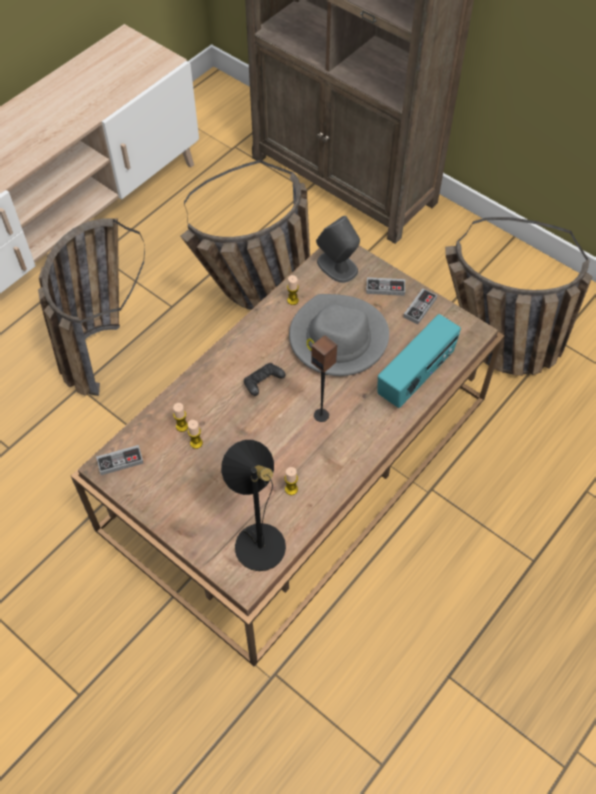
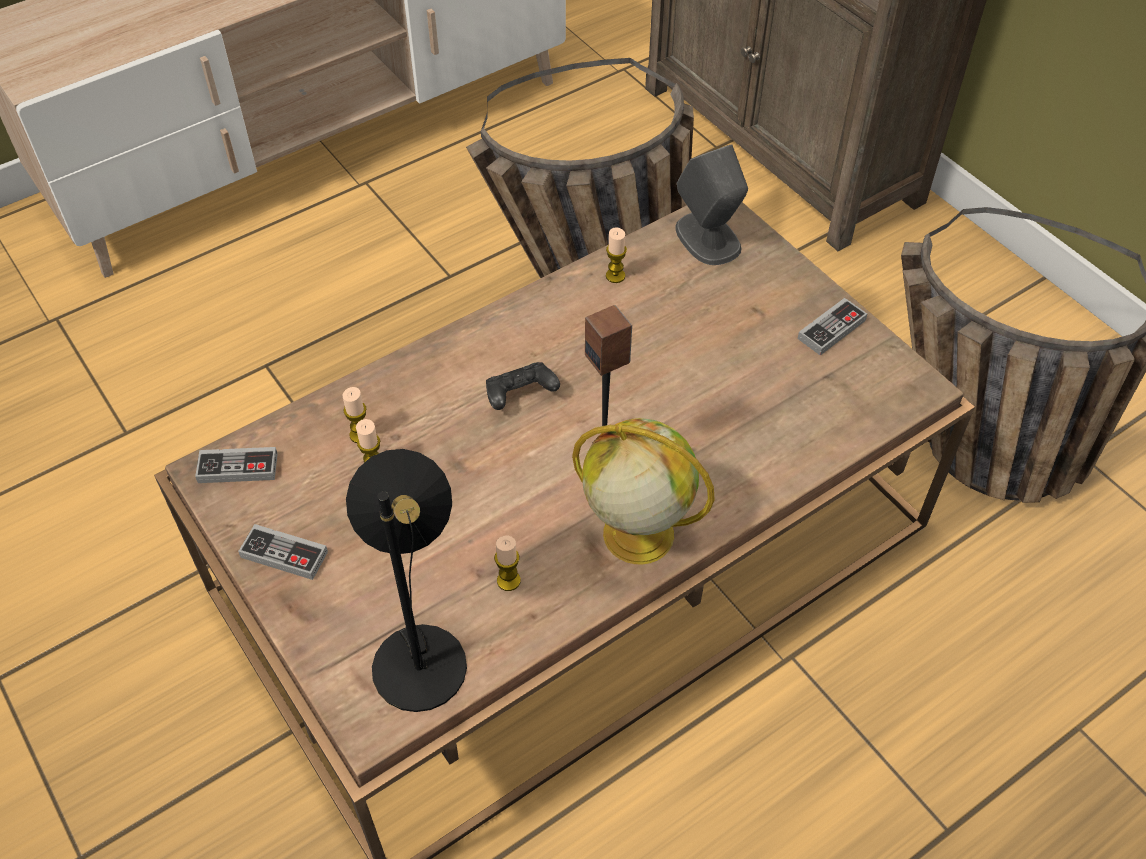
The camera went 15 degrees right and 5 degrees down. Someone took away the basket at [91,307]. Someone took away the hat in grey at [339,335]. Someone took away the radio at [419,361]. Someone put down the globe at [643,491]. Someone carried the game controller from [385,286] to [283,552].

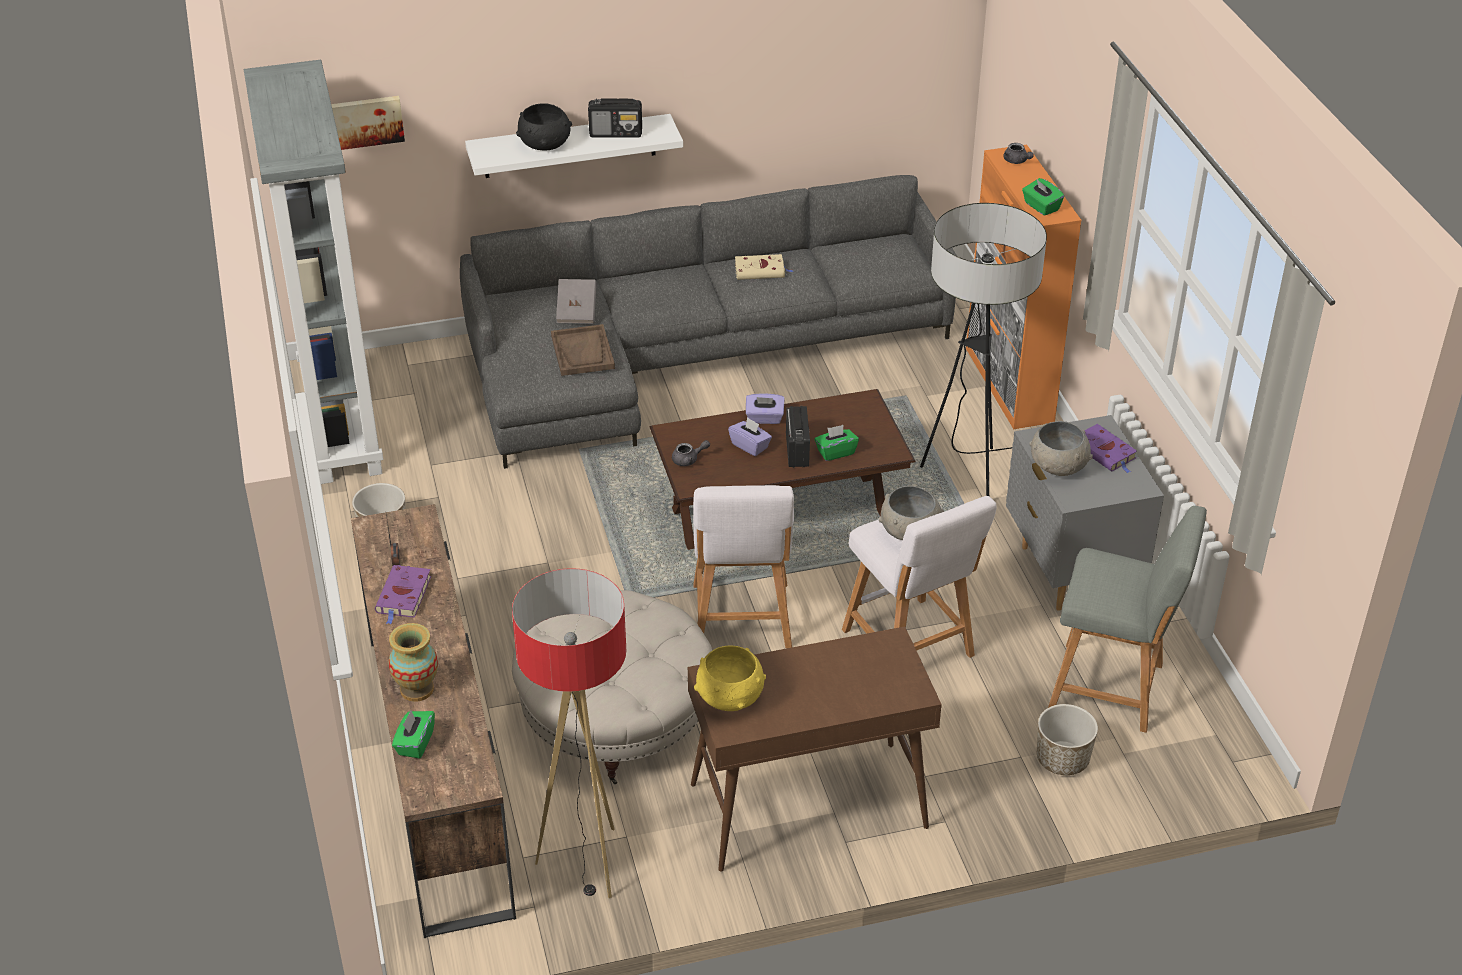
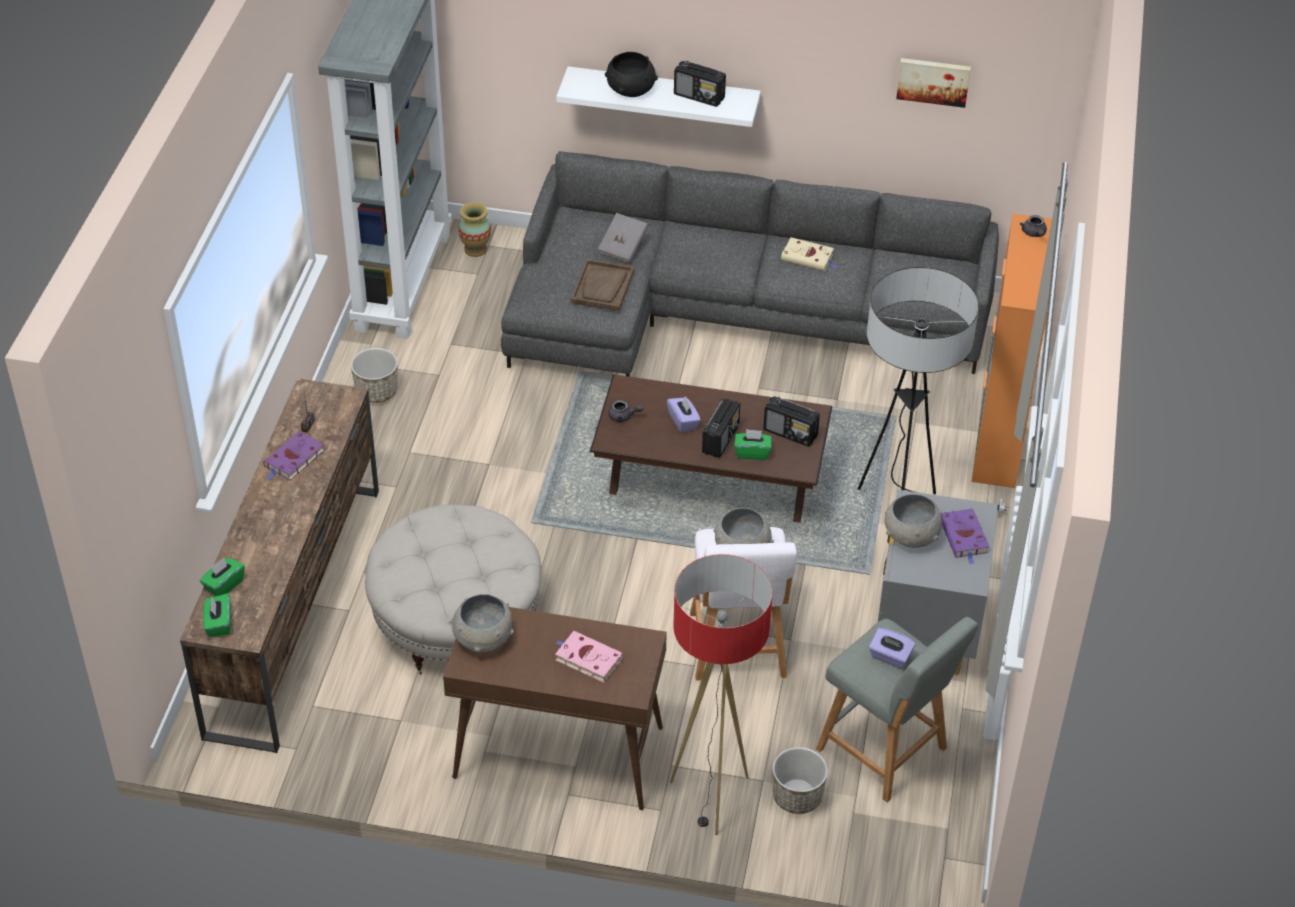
The camera went 25 degrees right and 5 degrees up. Someone took away the stool in white at [743,566]. Someone put down the book in pink at [589,657]. Someone put down the radio at [791,421]. Someone carried the picture from [368,123] to [933,83]. Someone carried the vase from [413,662] to [474,229]. Someone carried the floor lamp from [569,733] to [721,694]. Someone carried the tissue box in purple from [765,408] to [892,648]. Someone carried the tissue box in green from [1043,197] to [217,614]. Someone repainted the bowl in yellow at [730,678], which became the bowl in grey at [482,623].

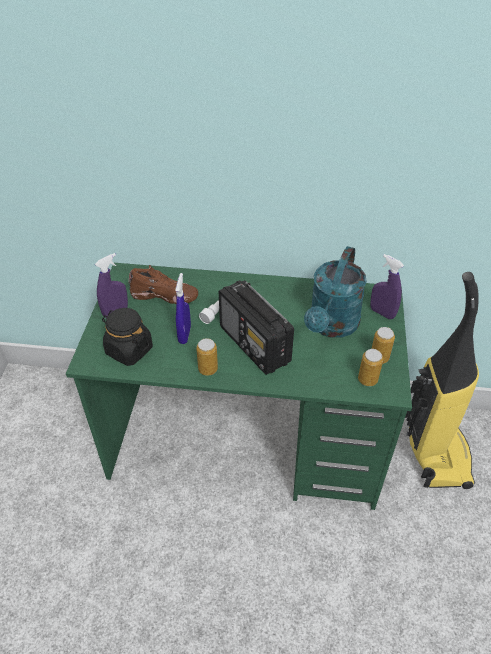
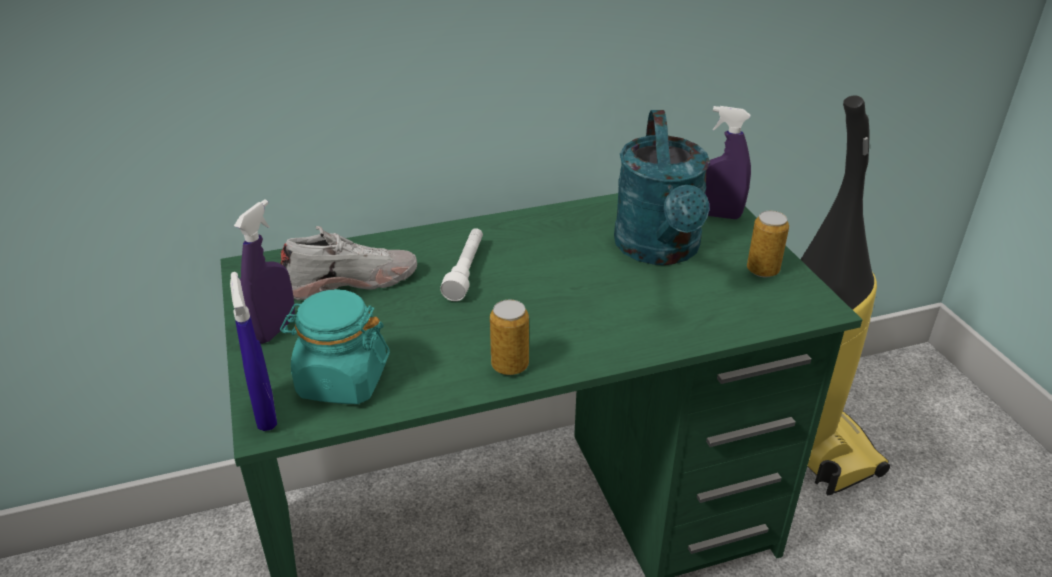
The camera went 25 degrees left and 10 degrees down. Someone took away the radio at [256,327]. Someone took away the can at [370,367]. Someone carried the spray bottle in blue from [183,308] to [253,351]. Someone repainted the jar in black at [127,337], which became the jar in turquoise at [335,346]. Someone repainted the shoe in brown at [163,284], which became the shoe in white at [348,263].

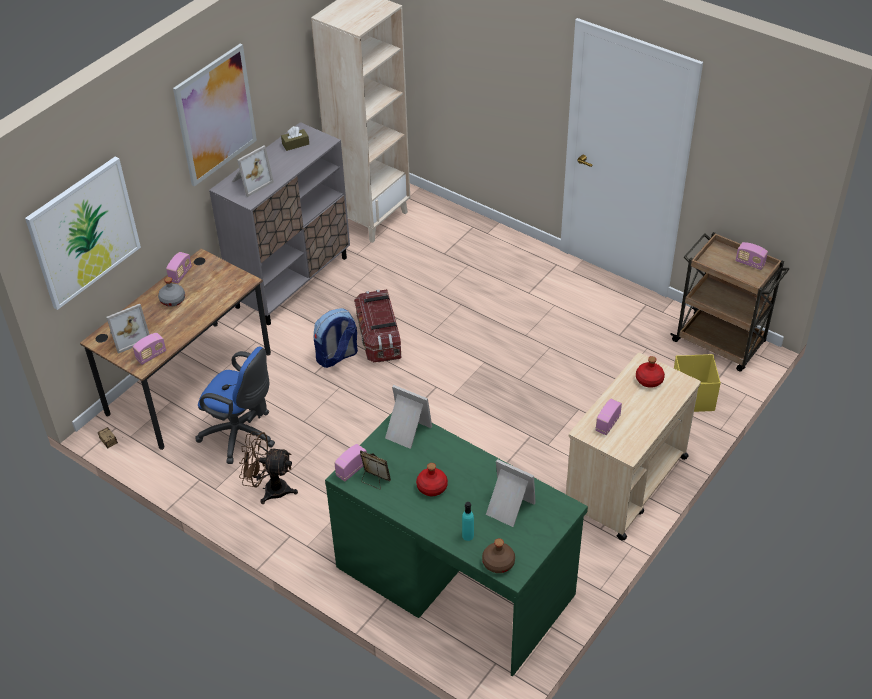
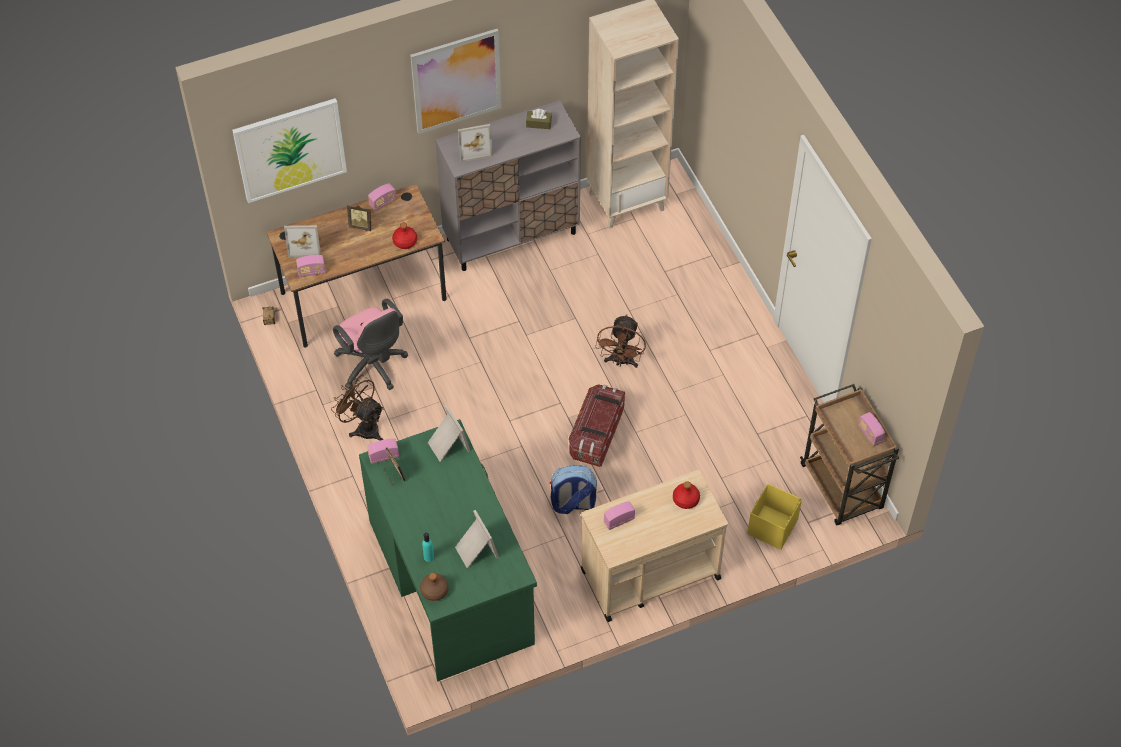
The camera went 30 degrees right and 10 degrees up. Someone put down the fan in brown at [620,341]. Someone carried the backpack from [336,338] to [573,489]. Someone carried the storage box from [377,325] to [597,425]. Someone carried the bottle in red from [432,479] to [404,236]. Someone swapped the bottle in grey at [171,292] for the picture frame at [359,218]. Someone repainted the office chair in blue at [235,405], which became the office chair in pink at [370,344].

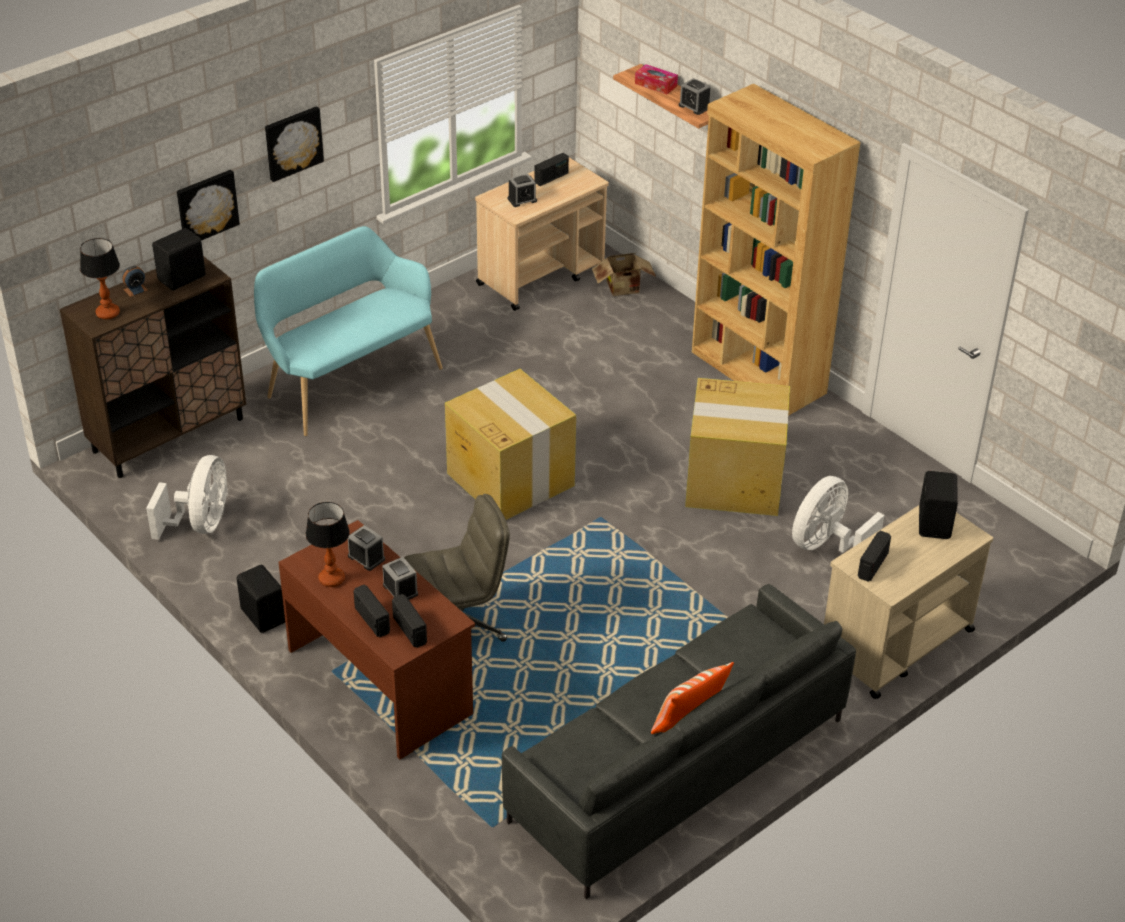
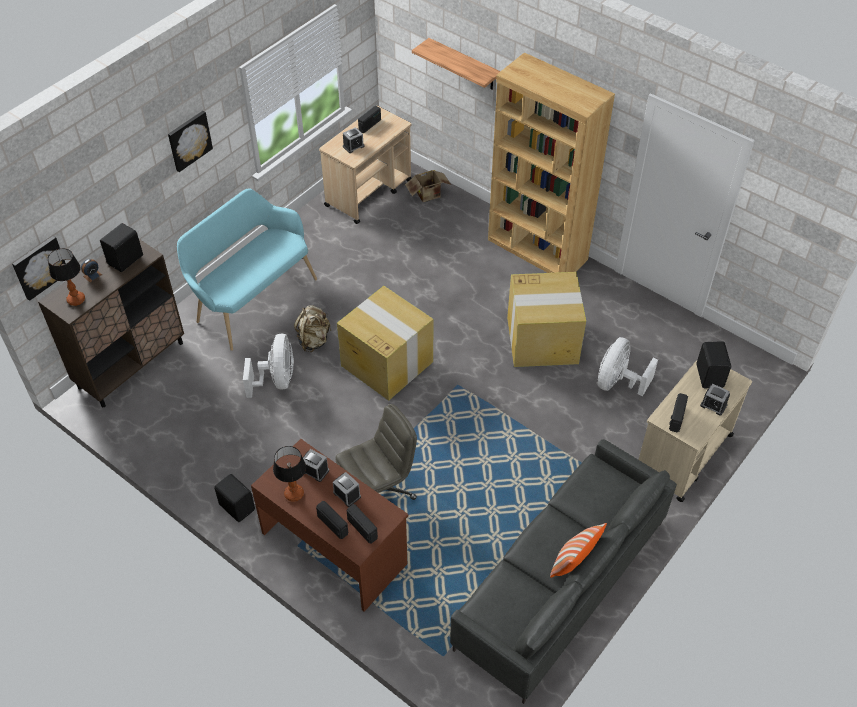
The camera went 10 degrees left and 10 degrees up. Someone took away the tissue box at [656,79]. Someone put down the backpack in beige at [312,328]. Someone carried the fan in white from [187,497] to [268,366]. Someone carried the picture from [208,205] to [39,268]. Someone carried the alarm clock from [695,96] to [715,400].

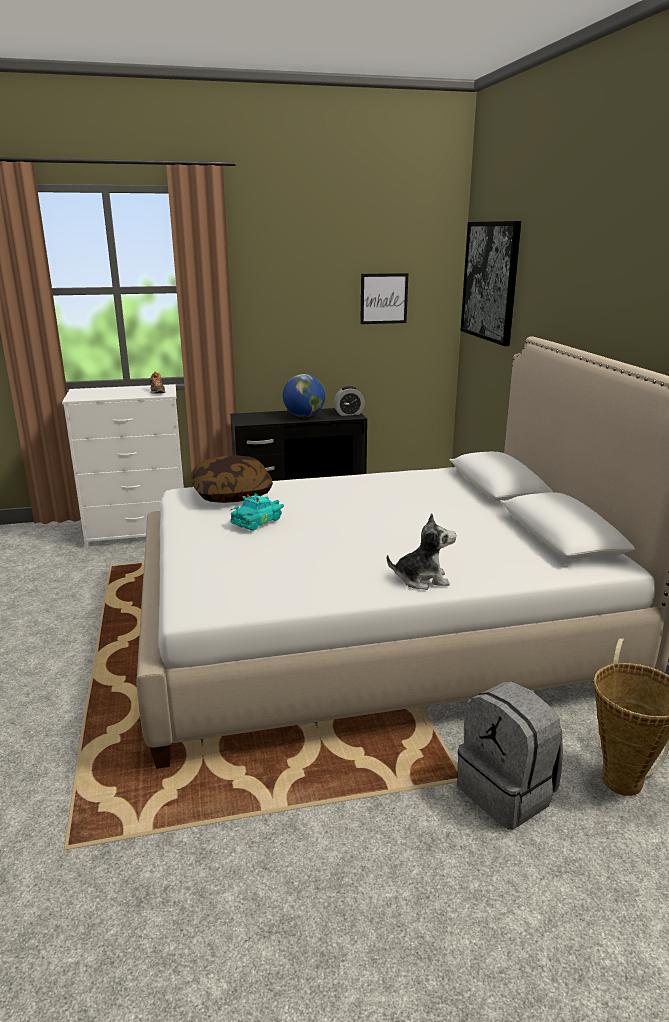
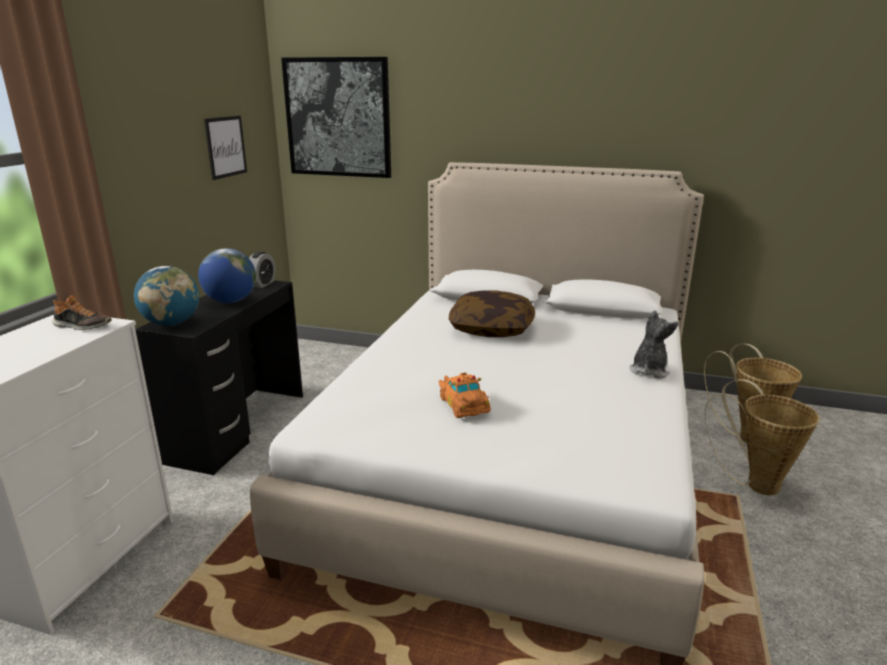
The camera went 60 degrees left and 0 degrees up. Someone put down the globe at [166,296]. Someone carried the pillow from [231,479] to [492,313]. Someone swapped the backpack in grey at [510,755] for the basket at [762,437]. Someone repainted the toy car in turquoise at [257,512], which became the toy car in orange at [465,395].

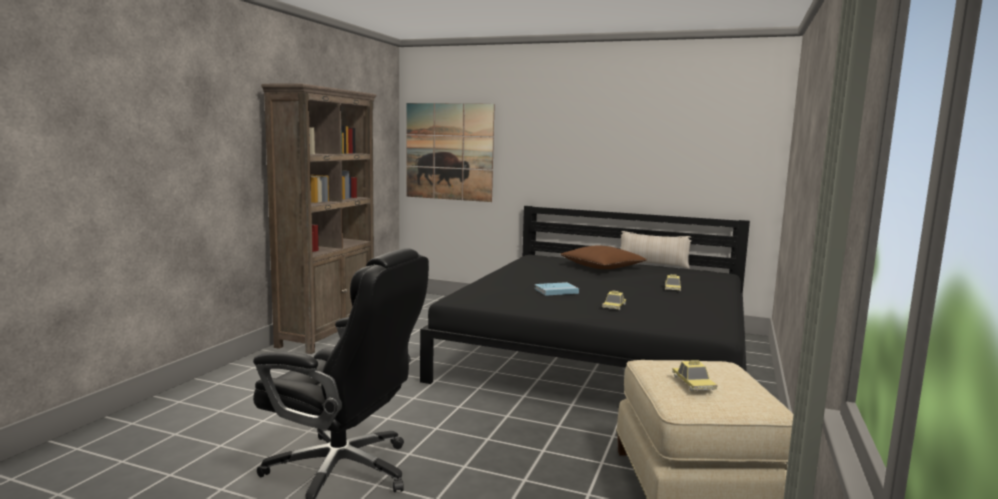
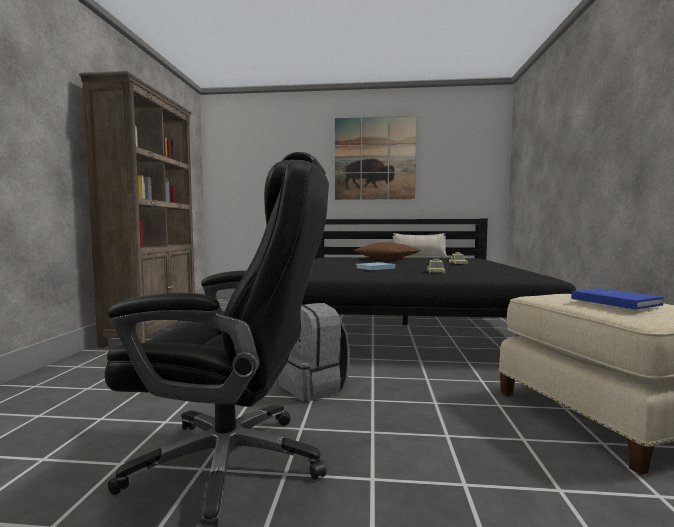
The camera went 15 degrees left and 5 degrees down. Someone put down the backpack in grey at [314,352]. Someone carried the picture from [450,152] to [376,158]. Someone swapped the toy car at [695,375] for the book in blue at [617,299].

